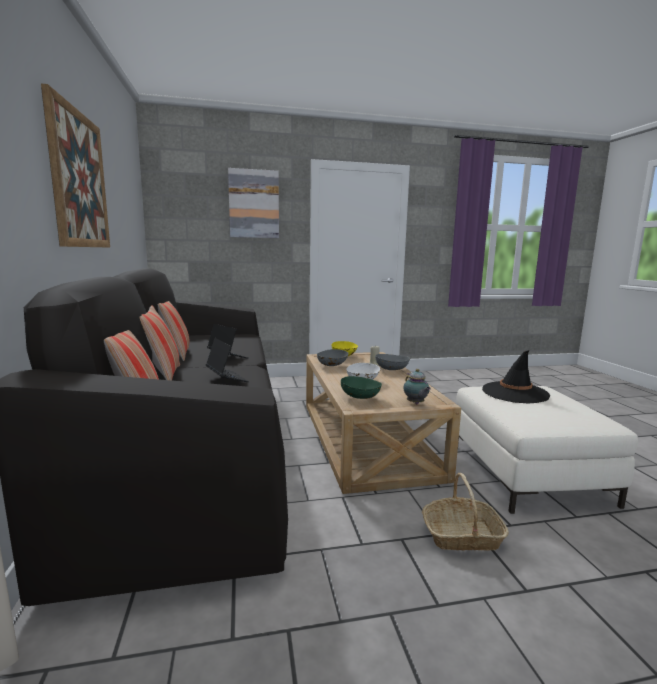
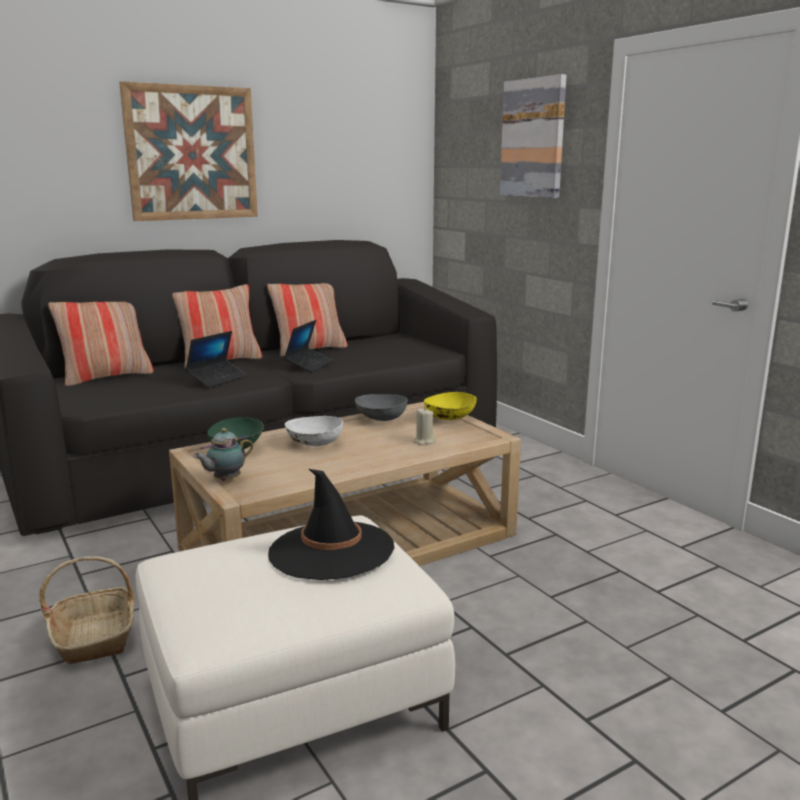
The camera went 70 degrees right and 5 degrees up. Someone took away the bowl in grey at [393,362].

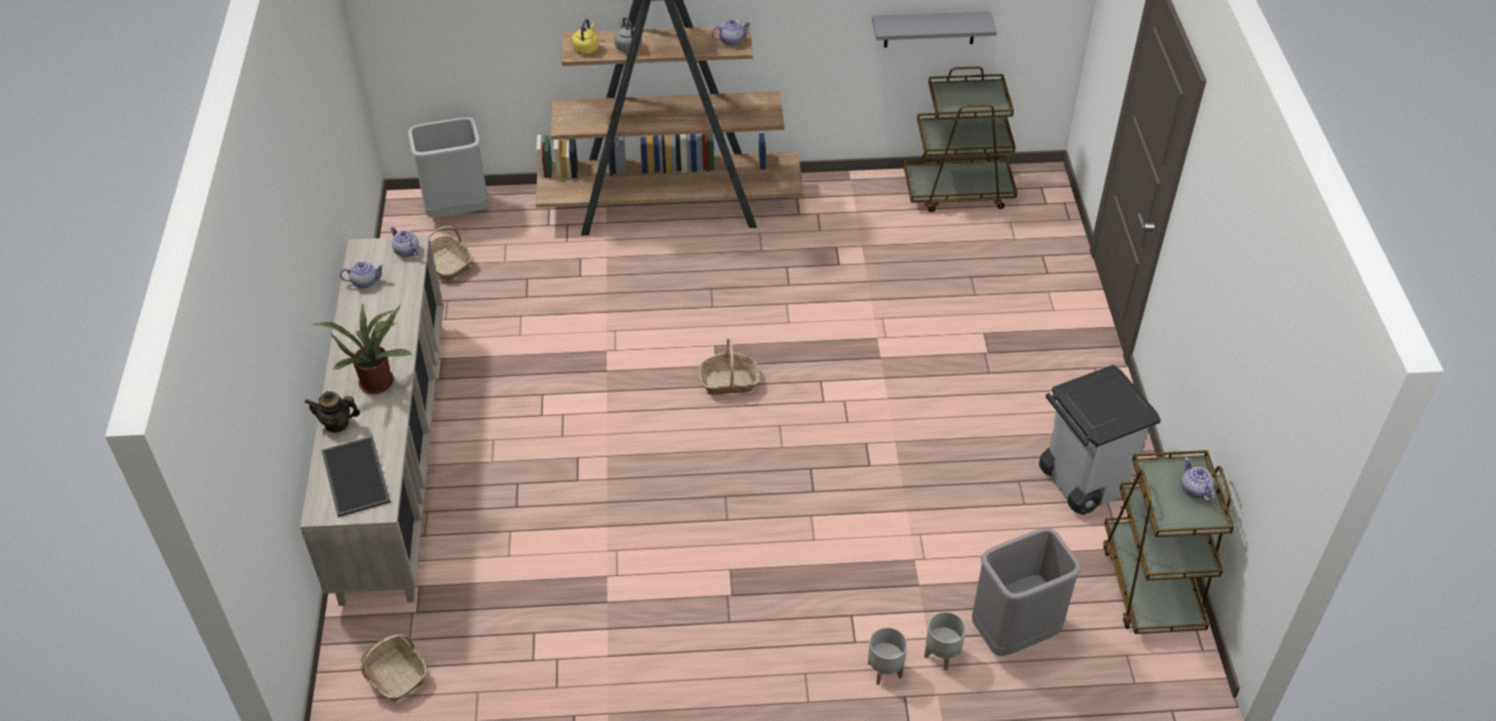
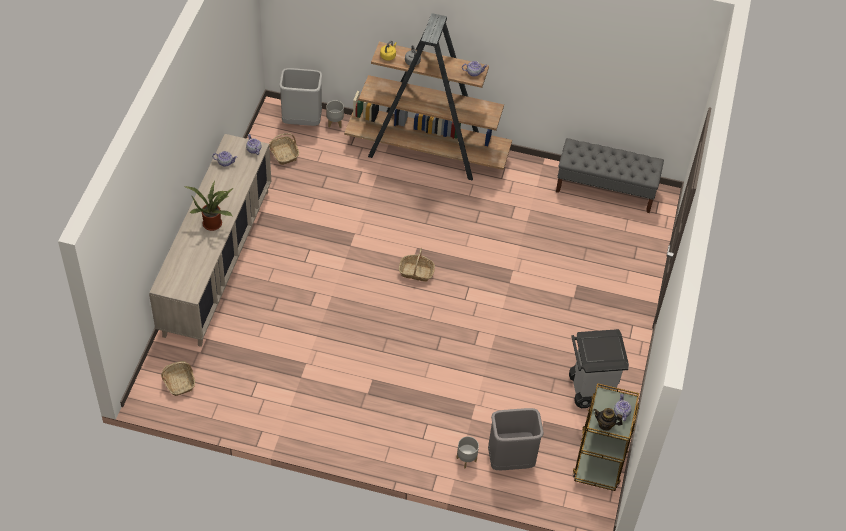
The camera went 15 degrees right and 5 degrees up. Someone took away the tray at [356,476]. Someone took away the shelf in grey at [934,29]. Someone carried the teapot from [332,412] to [608,419]. Someone carried the planter in grey from [887,656] to [335,114]. Someone swapped the cart in brown at [960,139] for the bench in grey at [610,175].

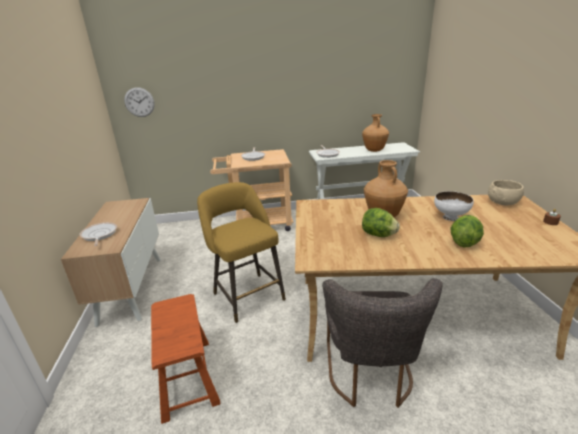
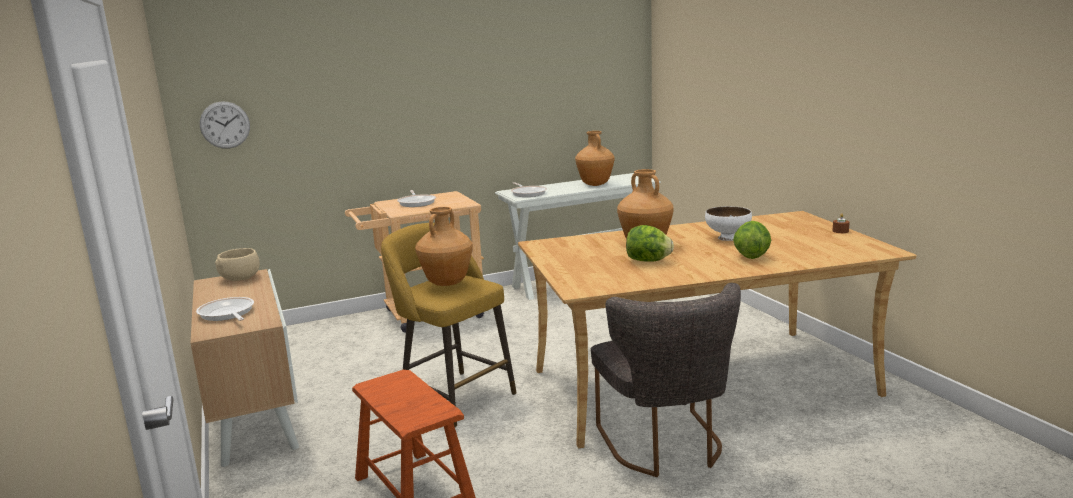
The camera went 15 degrees left and 10 degrees down. Someone put down the vase in brown at [444,246]. Someone carried the bowl in beige from [506,193] to [237,264].

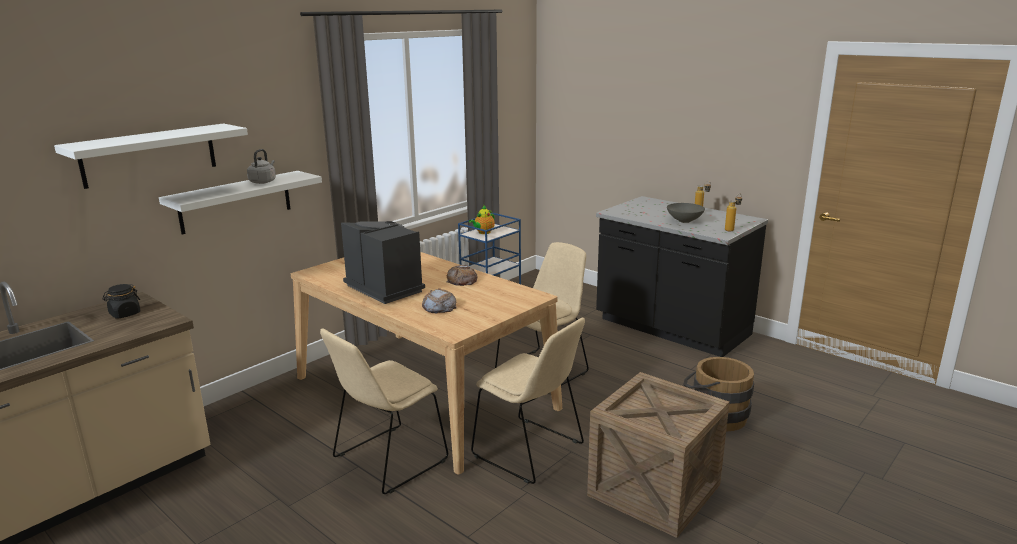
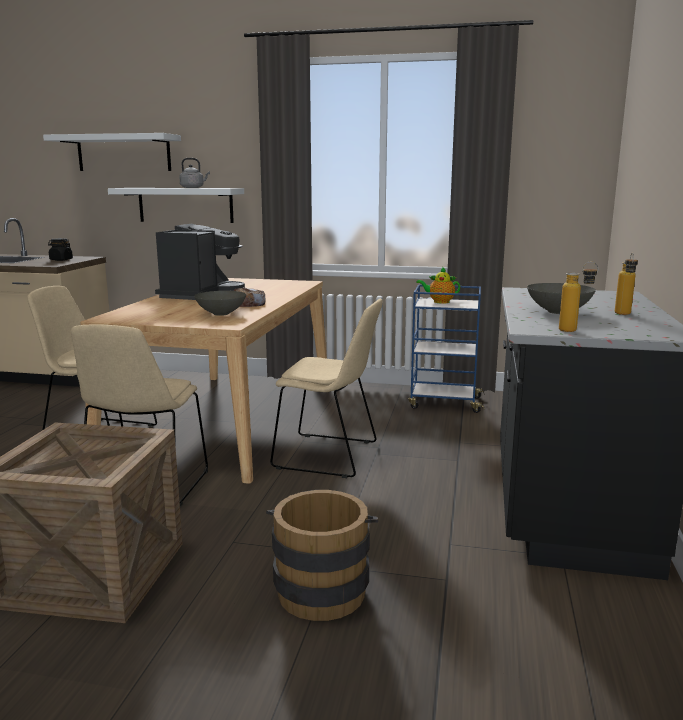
The camera went 60 degrees right and 5 degrees down. Someone took away the bread at [439,300]. Someone put down the bowl in grey at [220,303].

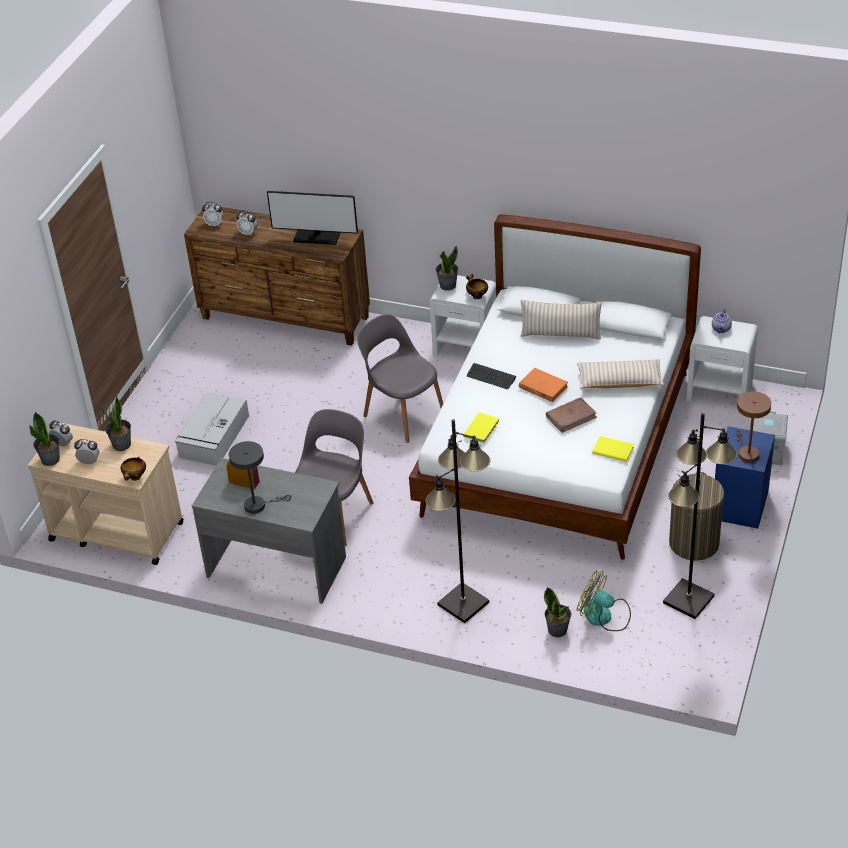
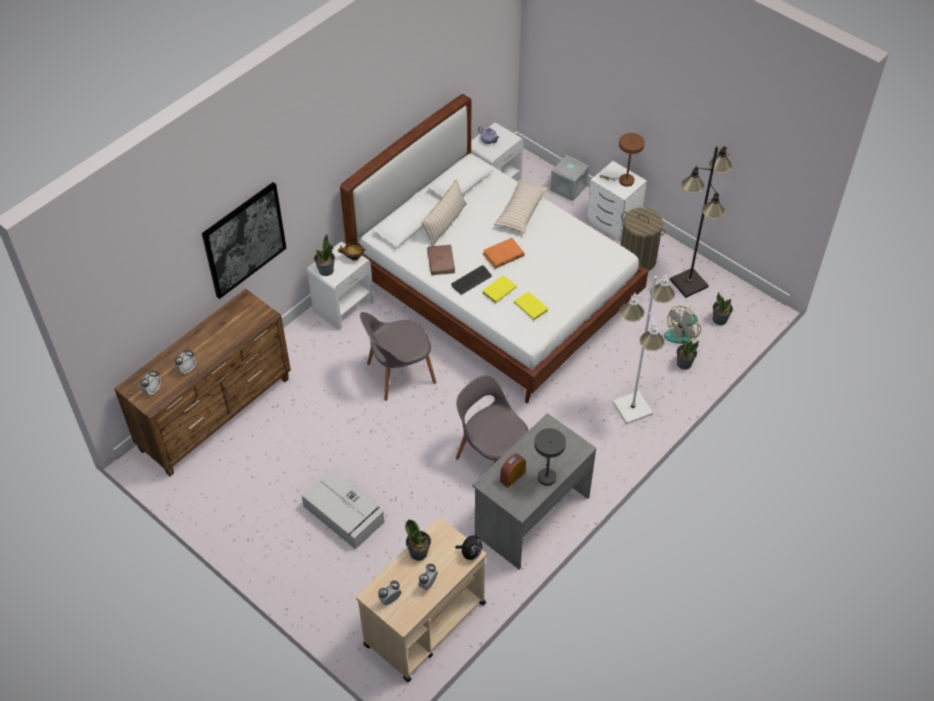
The camera went 70 degrees left and 10 degrees up. Someone took away the monitor at [312,218]. Someone put up the picture at [244,240]. Someone carried the potted plant from [44,439] to [723,308]. Someone carried the book in brown from [571,415] to [441,260]. Someone carried the book in yellow from [613,449] to [499,289]. Someone swapped the bowl at [133,469] for the plush toy at [468,546]. Someone repainted the floor lamp in black at [457,521], which became the floor lamp in white at [644,350]. Someone repainted the nightstand in blue at [745,477], which became the nightstand in white at [617,201].

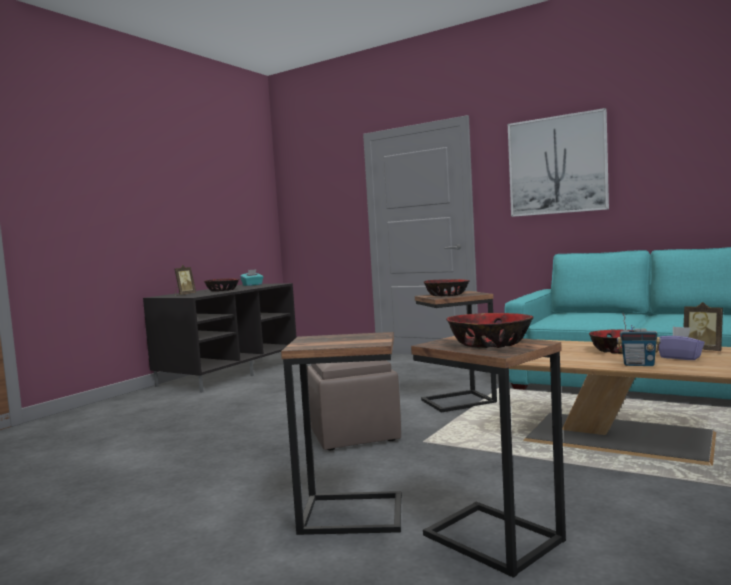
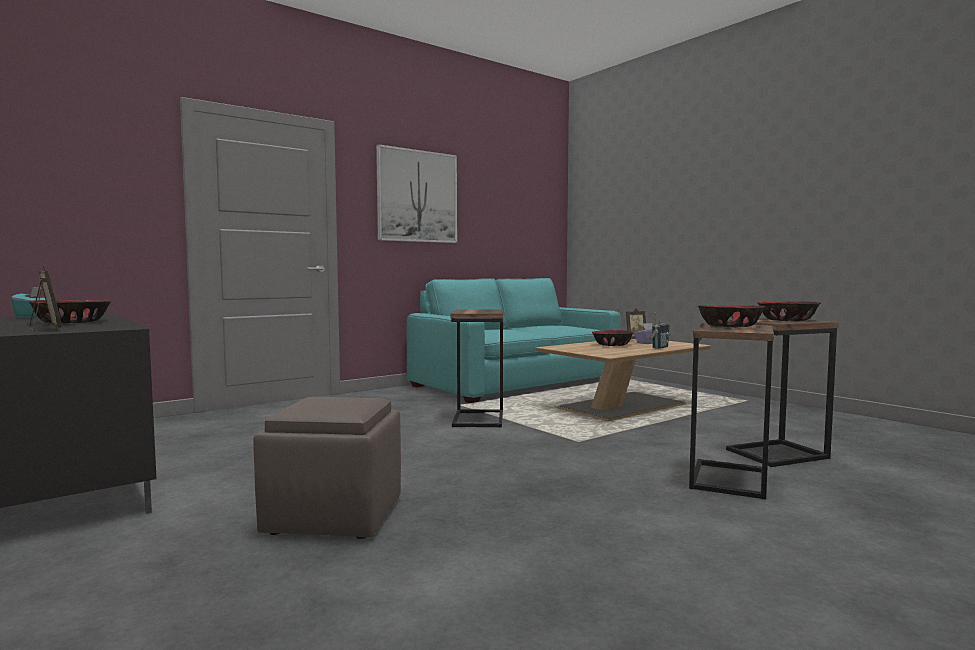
The camera went 70 degrees left and 0 degrees up. Someone carried the ottoman in brown from [354,405] to [327,468]. Someone carried the bowl from [447,287] to [731,316].

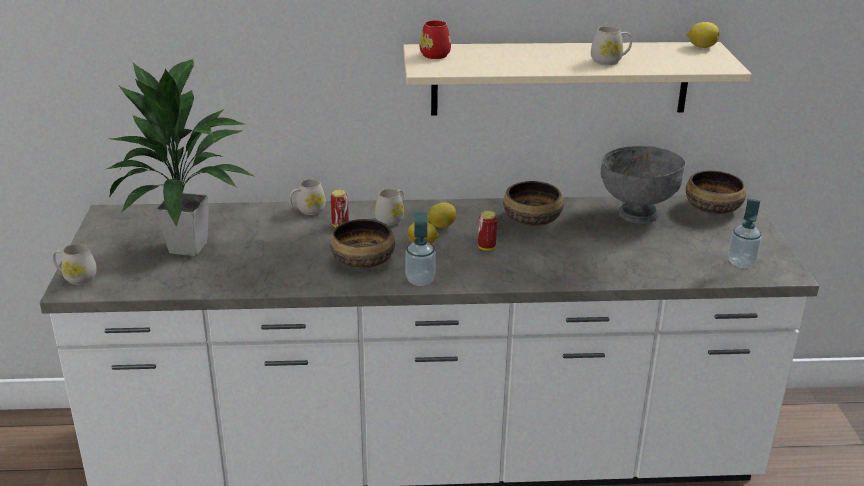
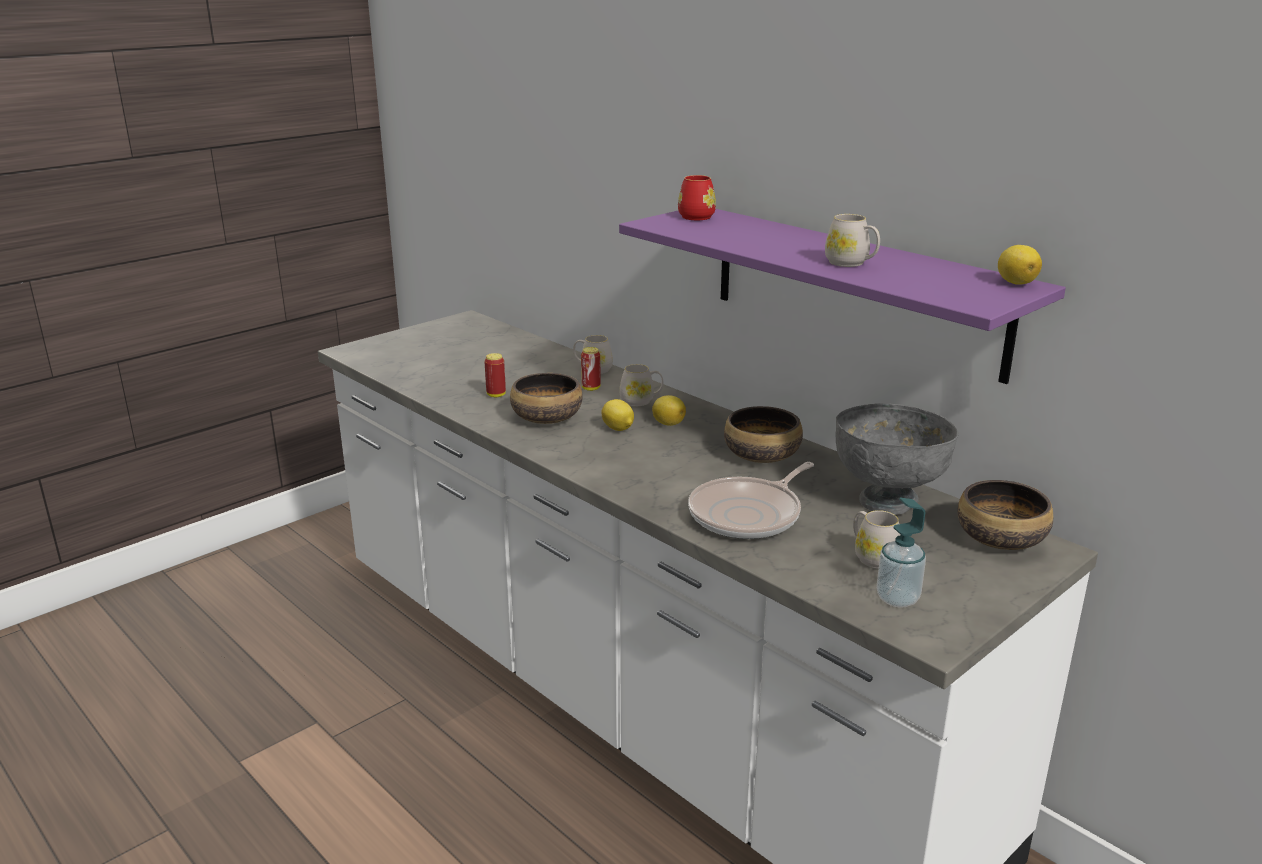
The camera went 50 degrees right and 5 degrees down. Someone took away the potted plant at [181,157]. Someone took away the soap dispenser at [420,249]. Someone put down the frying pan at [751,500]. Someone carried the mug in white from [75,264] to [876,539]. Someone carried the can from [487,231] to [495,375]. Someone repainted the shelf in beige at [577,78], which became the shelf in purple at [842,296].

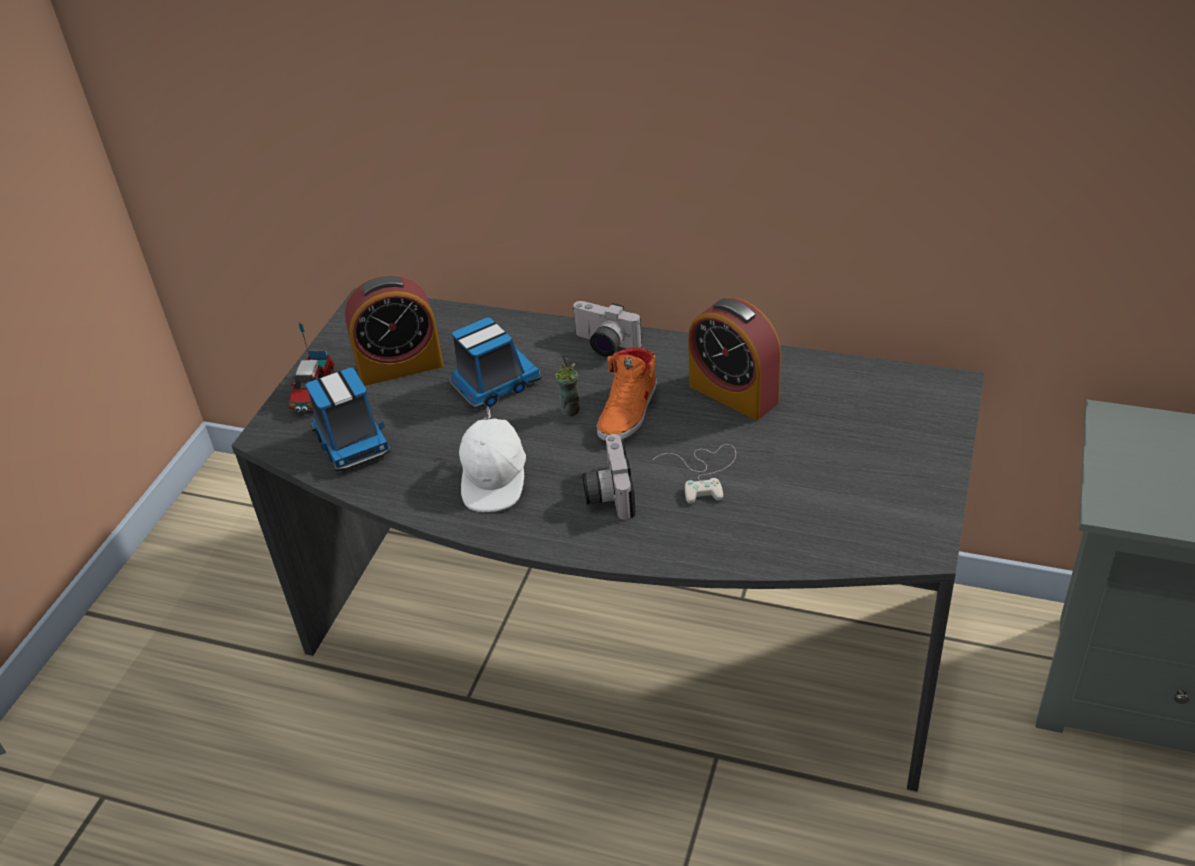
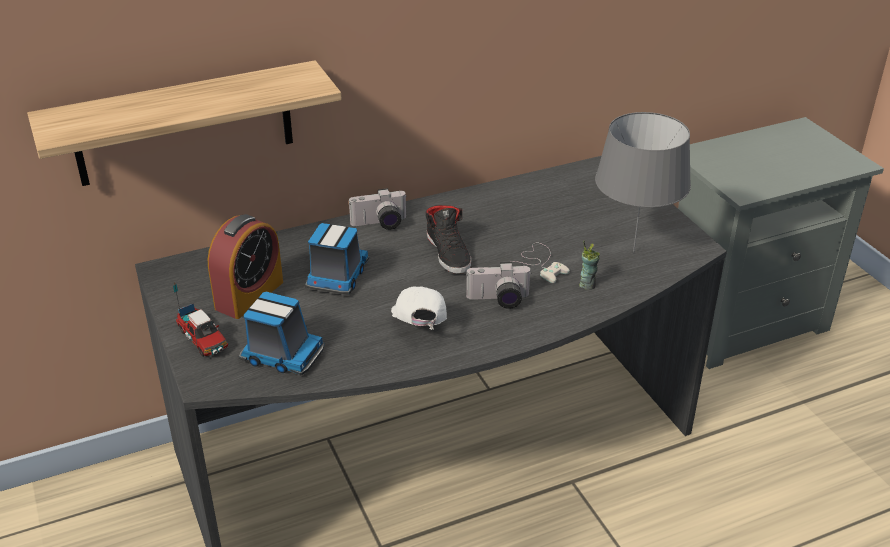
The camera went 45 degrees left and 5 degrees down. Someone took away the alarm clock at [734,359]. Someone put up the shelf at [184,123]. Someone put down the table lamp in grey at [643,182]. Someone carried the cup from [567,386] to [589,265]. Someone repainted the shoe in orange at [626,394], which became the shoe in black at [448,239]. Someone rotated the cap in white at [492,459] by 150 degrees counterclockwise. Someone rotated the photo camera at [609,477] by 45 degrees counterclockwise.

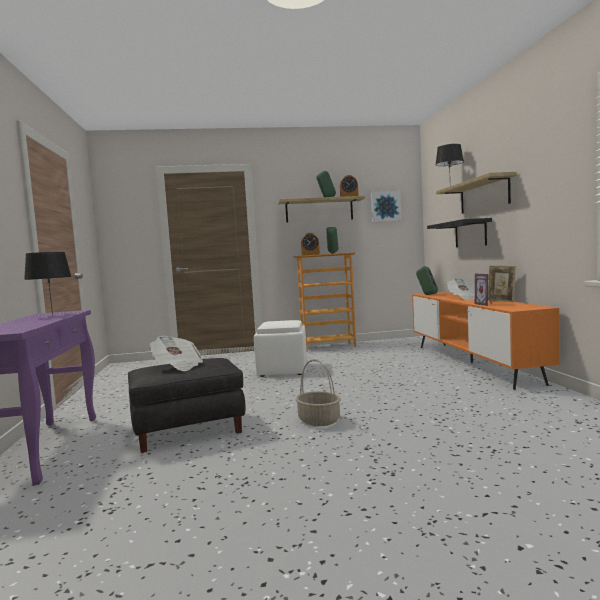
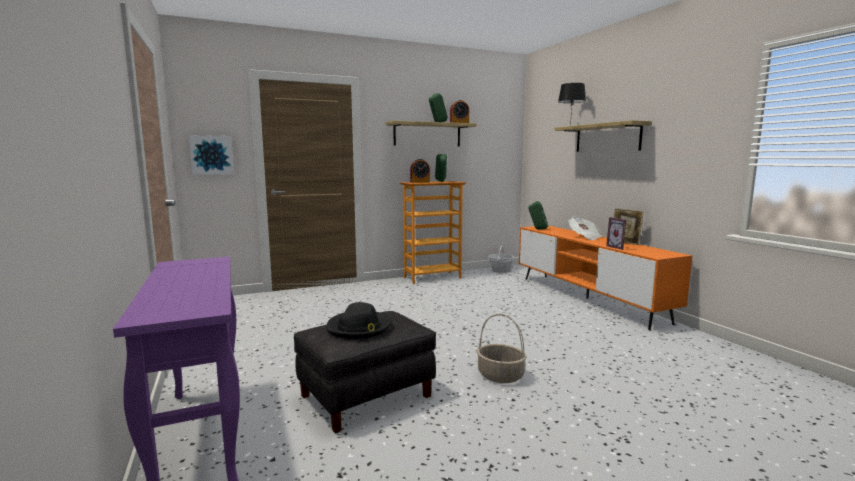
The camera went 15 degrees left and 5 degrees up. Someone took away the table lamp in black at [48,284]. Someone took away the ottoman in white at [280,348]. Someone took away the shelf in black at [459,232]. Someone put down the basket at [501,259]. Someone carried the picture from [386,206] to [211,155]. Someone swapped the newspaper at [176,353] for the hat in black at [359,320].

